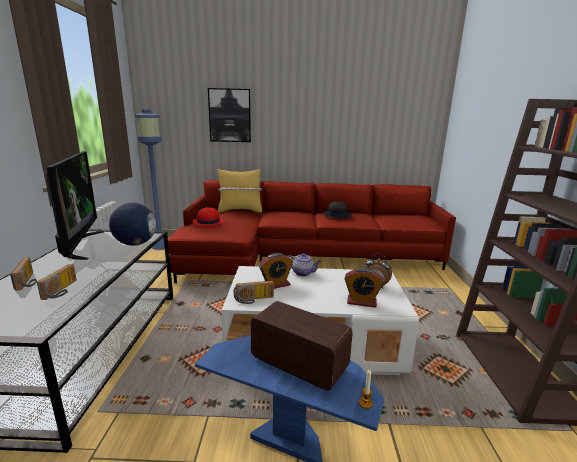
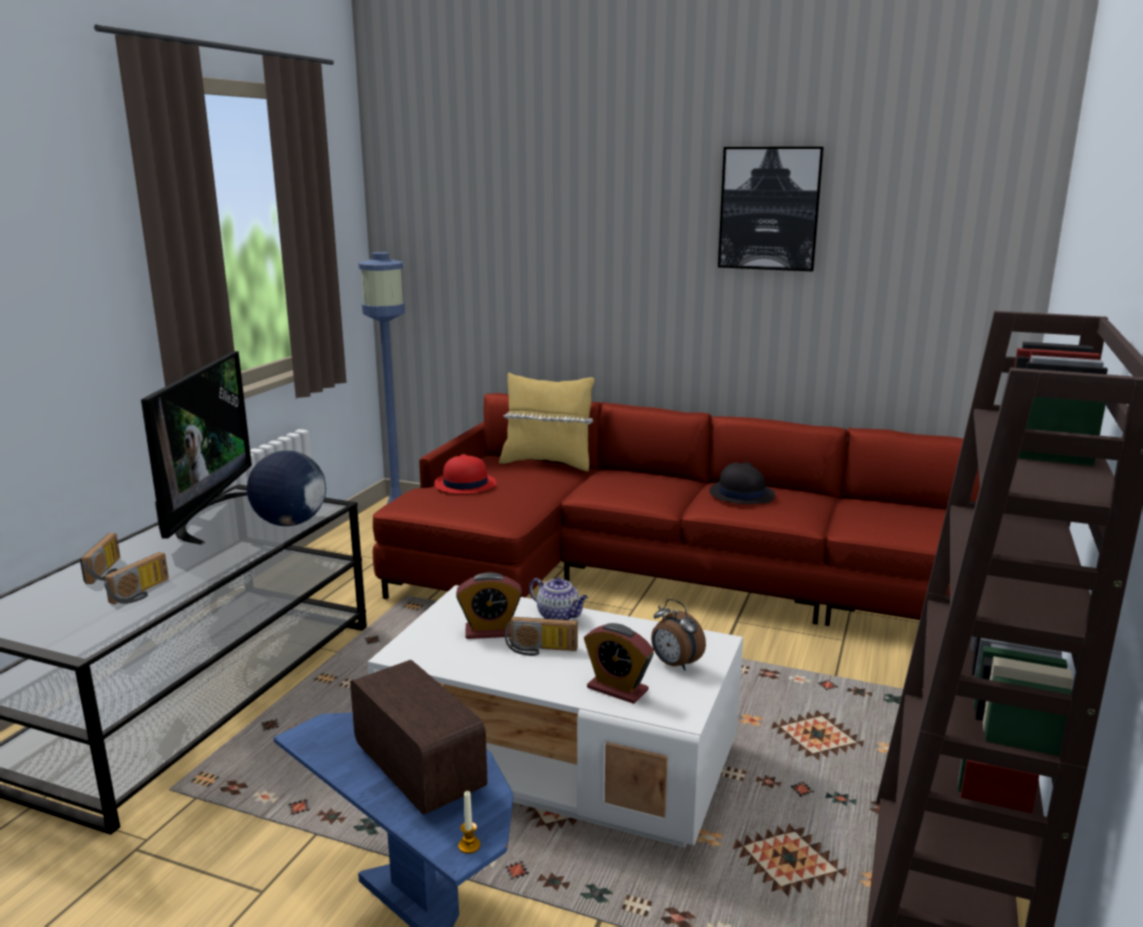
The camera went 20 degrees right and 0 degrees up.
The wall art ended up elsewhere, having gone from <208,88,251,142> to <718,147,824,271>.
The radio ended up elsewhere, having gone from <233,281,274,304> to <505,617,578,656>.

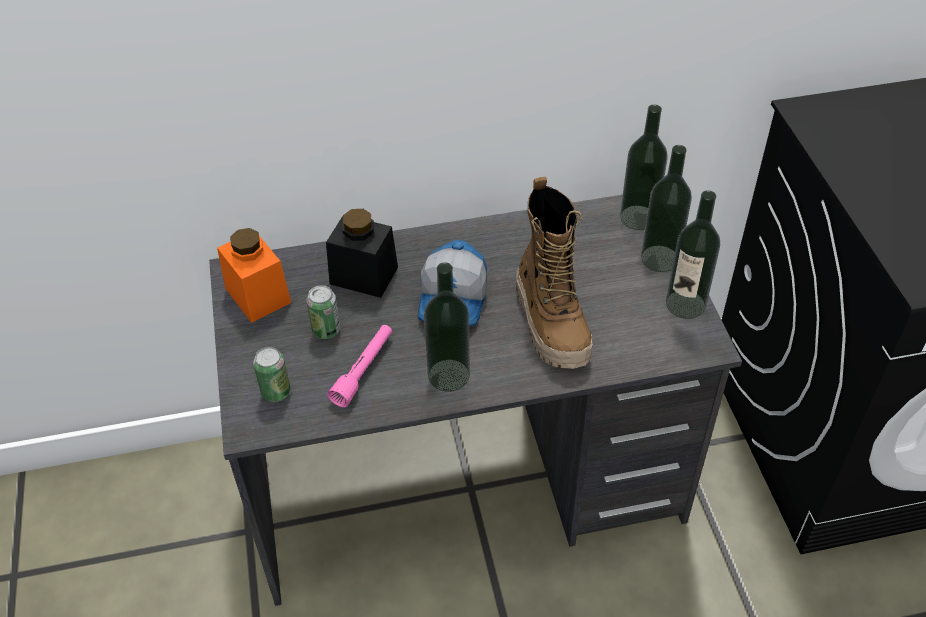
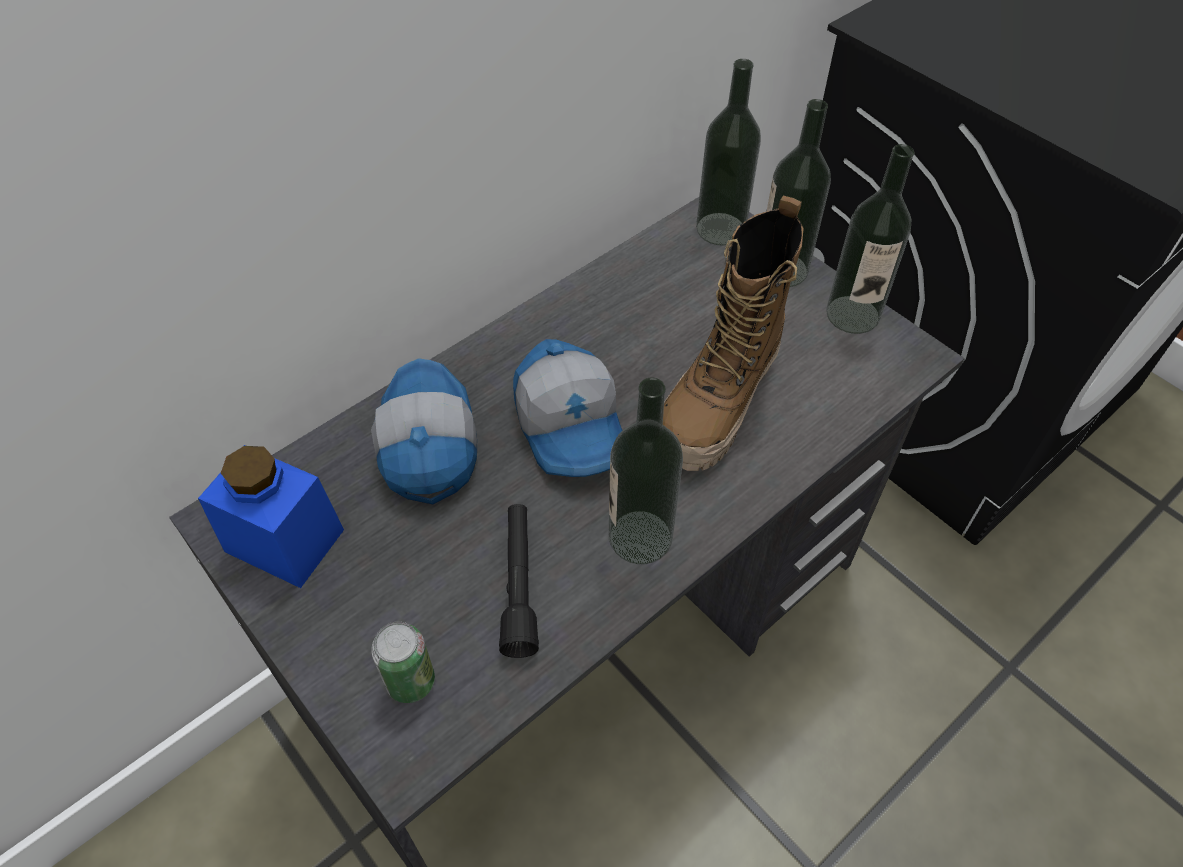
The camera went 30 degrees left and 5 degrees up.
The second view lost the can at <306,285,340,339>.
Where the black preserve jar stood at <326,209,398,298>, the cap came to stand at <371,358,477,504>.
What was the orange preserve jar at <217,228,291,323> turned into the blue preserve jar at <198,445,344,588>.
What was the pink torch at <327,325,392,407> turned into the black torch at <499,504,539,658>.
The tall boot at <516,177,593,369> ended up facing another way, 75 degrees clockwise from before.

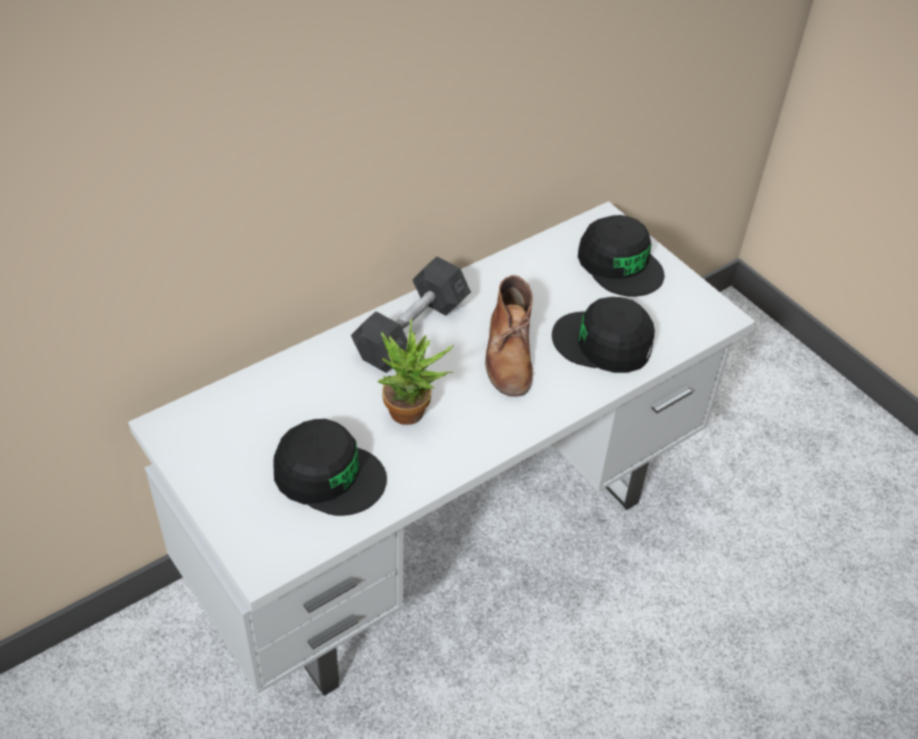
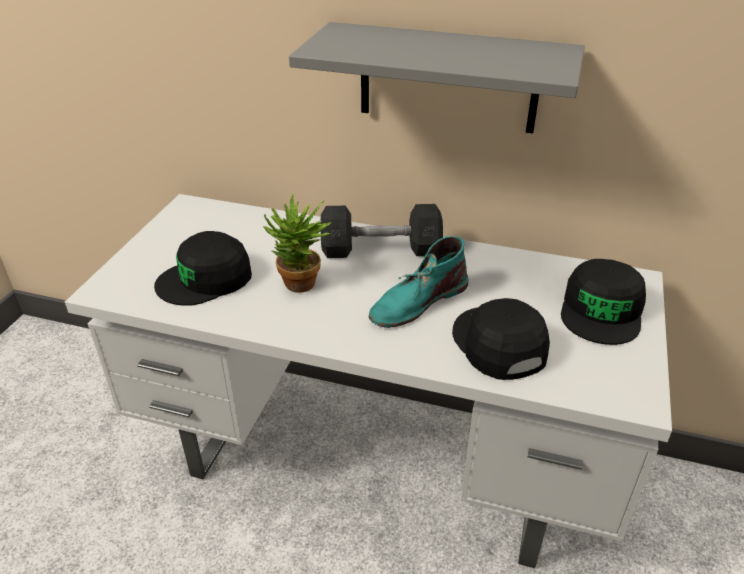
The camera went 55 degrees right and 10 degrees down.
The second view gained the greyish shelf at <289,22,585,133>.
What was the brown-coloured tall boot at <485,275,533,397> turned into the blue-green tall boot at <368,236,469,328>.
The black cap at <274,419,387,516> ended up facing another way, 75 degrees clockwise from before.

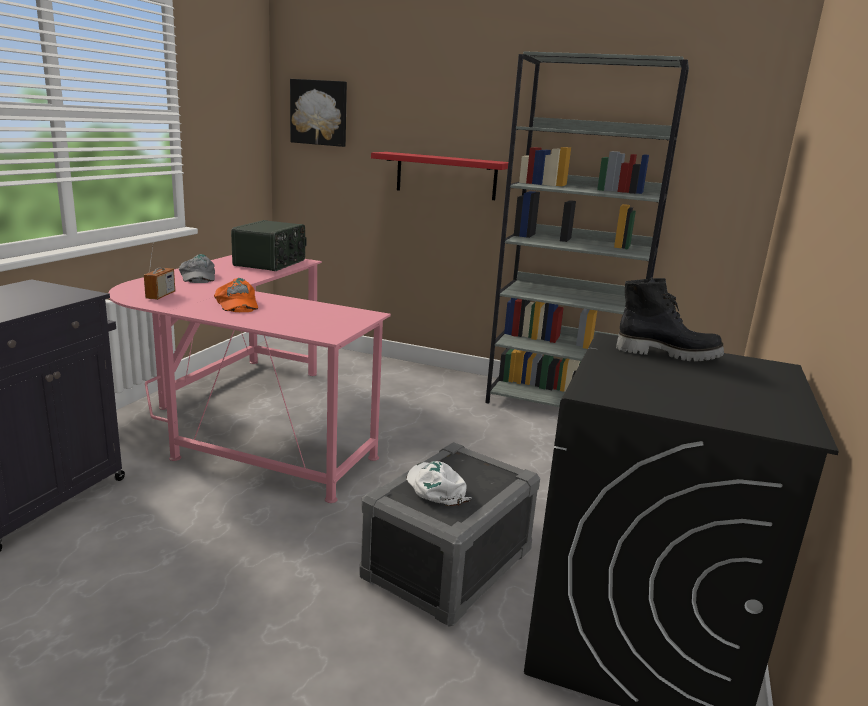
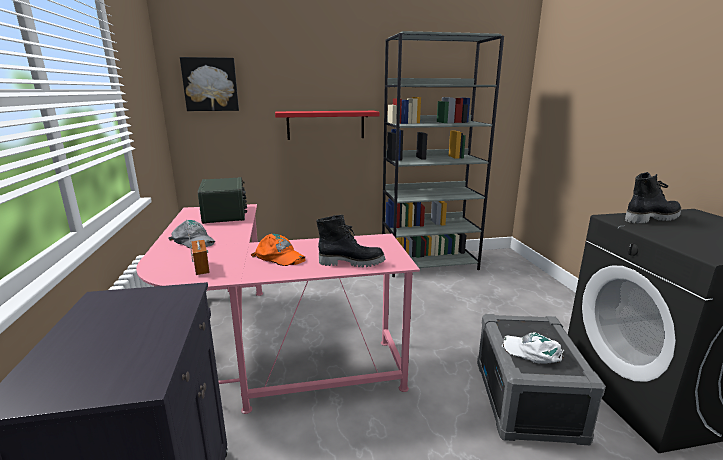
The camera went 30 degrees left and 0 degrees up.
The second view gained the black tall boot at <316,215,385,267>.

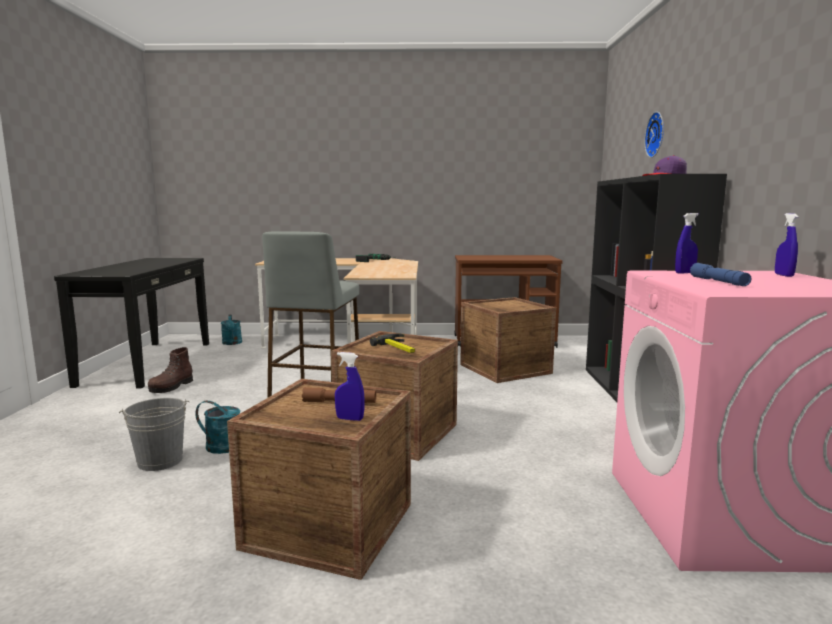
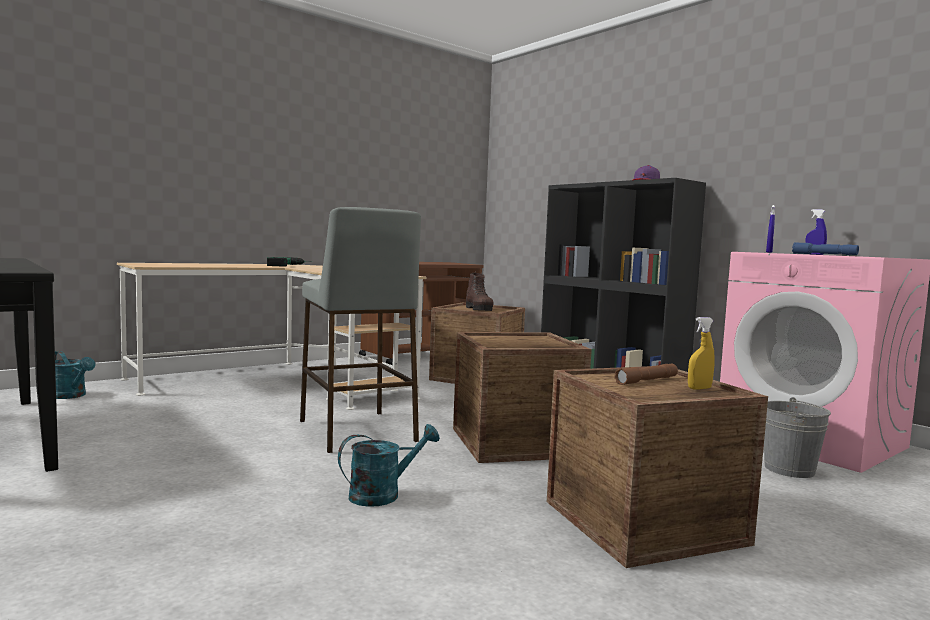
The camera went 40 degrees left and 5 degrees down.
The second view lost the hand hammer at <370,333,415,353>.
The second view lost the hanging clock at <644,112,664,158>.
The greyish pail ended up elsewhere, having gone from <119,398,190,471> to <764,397,831,478>.
The brown-coloured tall boot ended up elsewhere, having gone from <148,347,193,393> to <466,273,494,311>.
What was the blue sprayer at <335,352,365,421> turned into the yellowish sprayer at <688,317,715,390>.

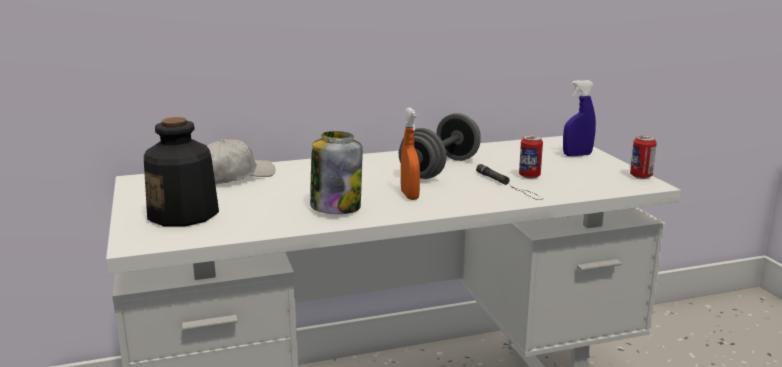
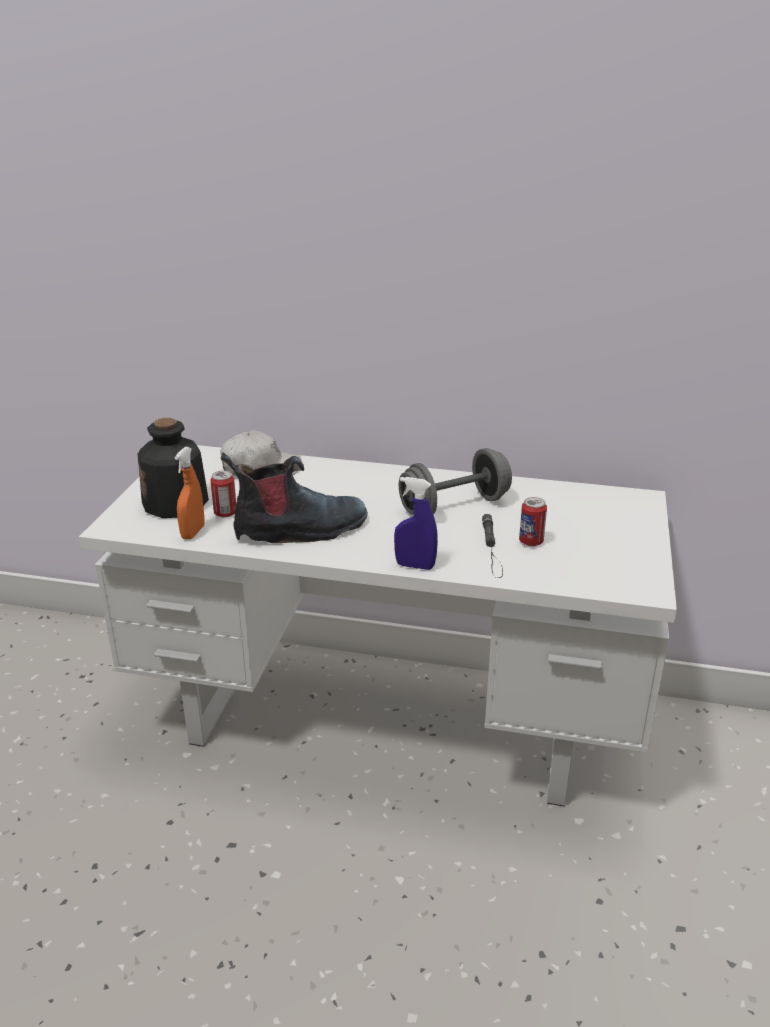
The camera went 30 degrees right and 10 degrees up.
The orange sprayer ended up elsewhere, having gone from <401,108,420,200> to <174,447,204,540>.
The blue sprayer ended up elsewhere, having gone from <563,80,596,156> to <394,477,438,570>.
The can ended up elsewhere, having gone from <630,135,657,179> to <210,471,236,517>.
Where the preserve jar stood at <310,131,362,214>, the tall boot came to stand at <221,452,368,543>.

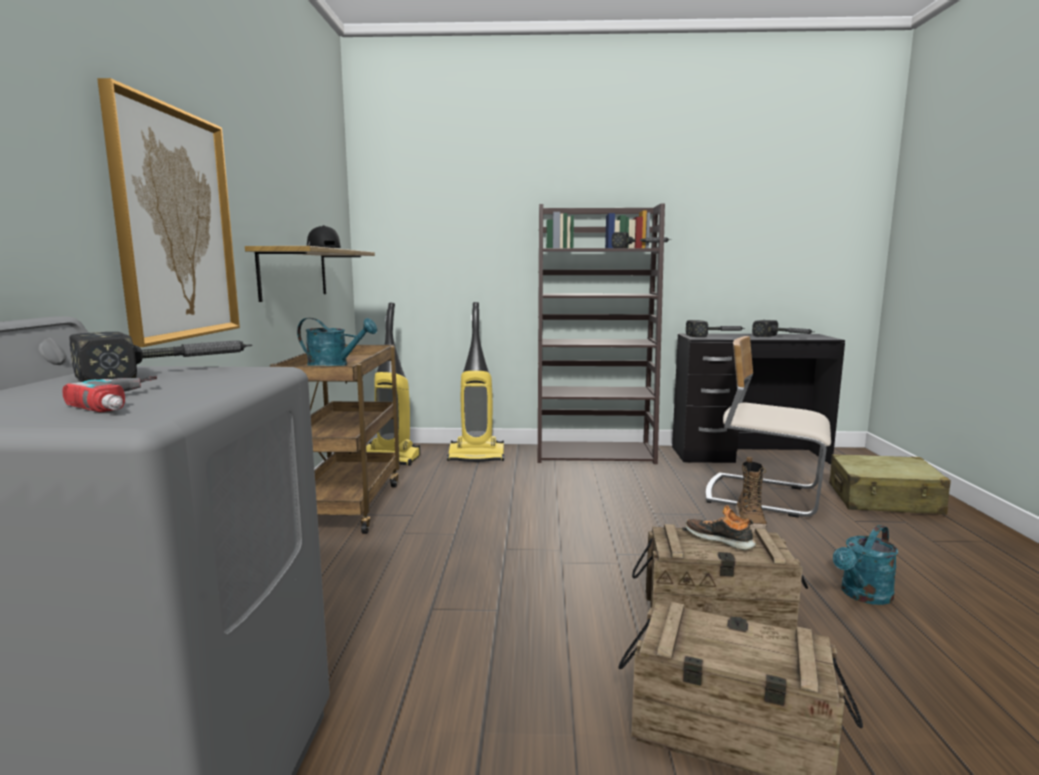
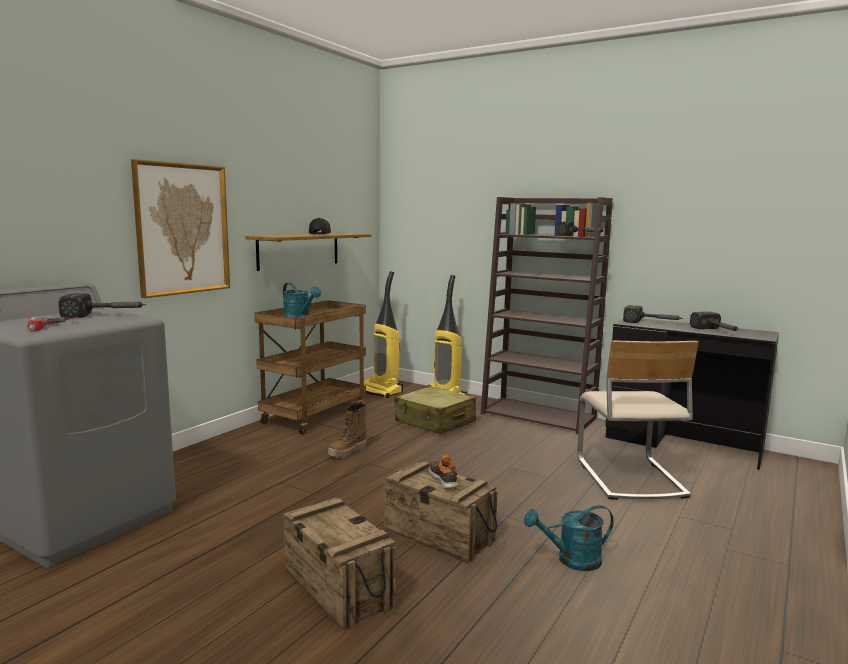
The camera went 30 degrees right and 0 degrees up.
The tall boot ended up elsewhere, having gone from <735,457,767,532> to <328,401,367,458>.
The sand-coloured suitcase ended up elsewhere, having gone from <829,454,951,515> to <395,386,476,434>.
The sand-coloured upright chair at <706,336,831,518> ended up facing another way, 150 degrees counterclockwise from before.

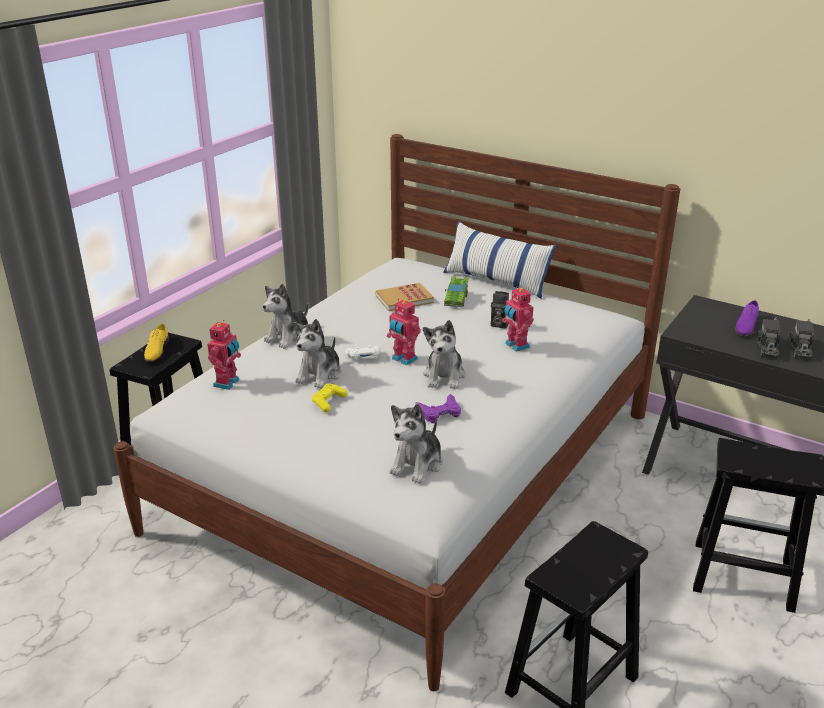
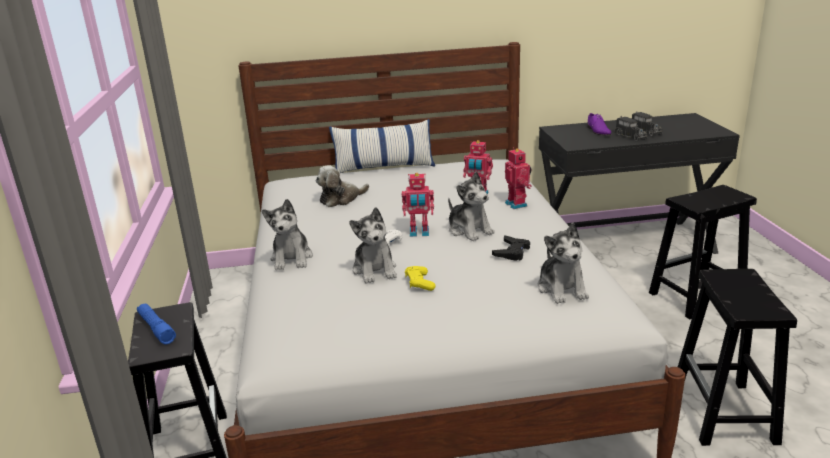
The camera went 40 degrees left and 5 degrees down.
The second view lost the greenish toy car at <444,276,469,307>.
The second view lost the photo camera at <491,291,509,329>.
The toy robot ended up elsewhere, having gone from <207,320,241,390> to <505,147,532,209>.
Where the yellowish shoe stood at <144,324,169,362>, the blue torch came to stand at <137,304,176,344>.
Where the book stood at <375,283,434,311>, the plush toy came to stand at <316,165,369,207>.
What was the purple joypad at <415,394,461,423> turned into the black joypad at <492,235,530,261>.

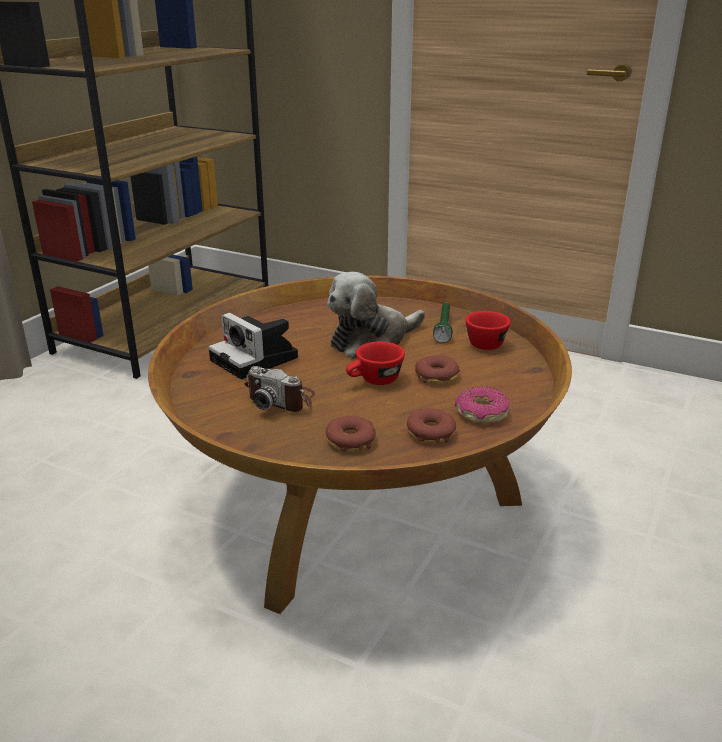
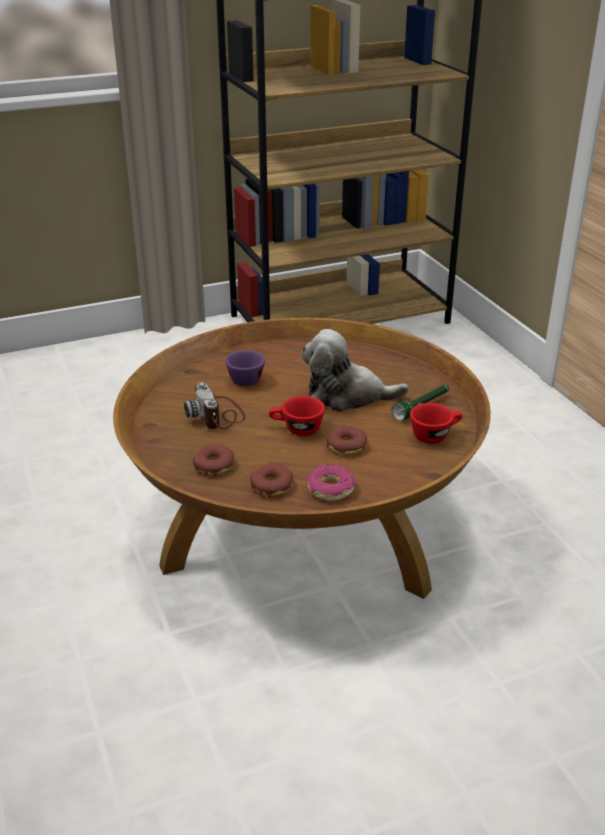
The camera went 40 degrees right and 5 degrees up.
Where the photo camera stood at <208,313,298,379>, the purple small cup came to stand at <225,350,265,386>.

